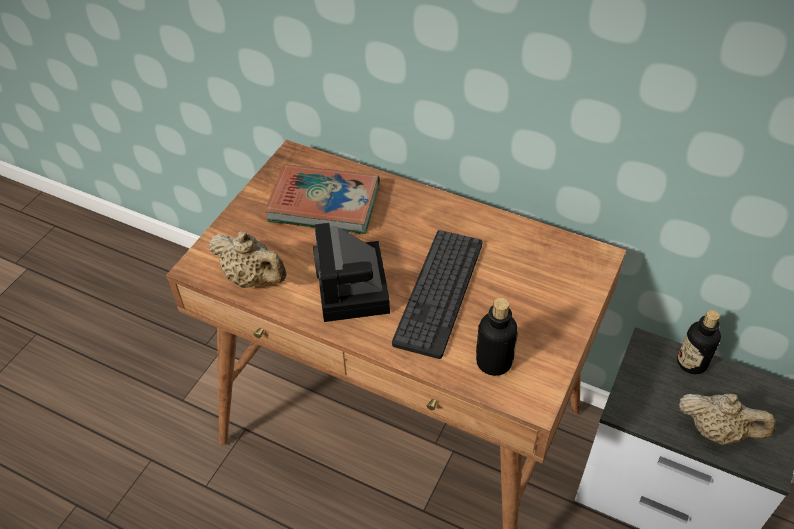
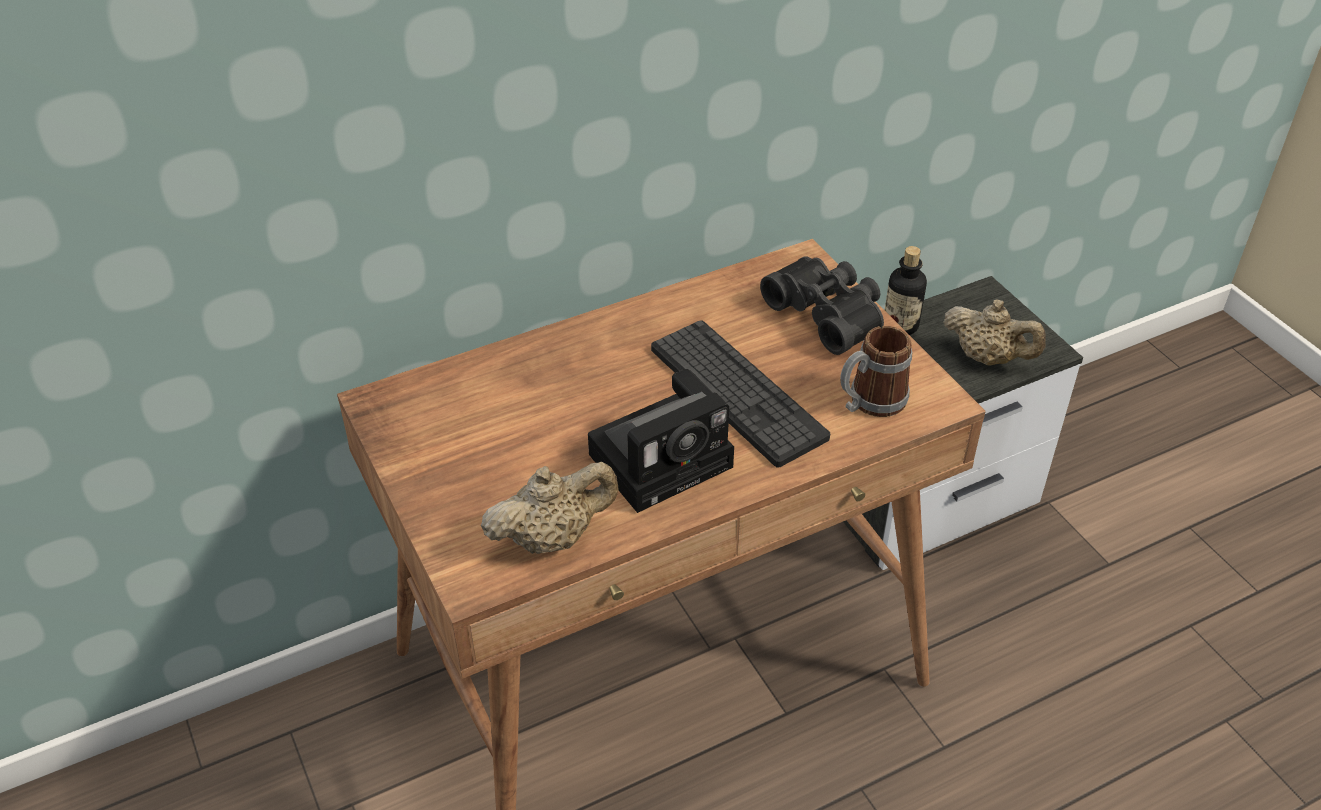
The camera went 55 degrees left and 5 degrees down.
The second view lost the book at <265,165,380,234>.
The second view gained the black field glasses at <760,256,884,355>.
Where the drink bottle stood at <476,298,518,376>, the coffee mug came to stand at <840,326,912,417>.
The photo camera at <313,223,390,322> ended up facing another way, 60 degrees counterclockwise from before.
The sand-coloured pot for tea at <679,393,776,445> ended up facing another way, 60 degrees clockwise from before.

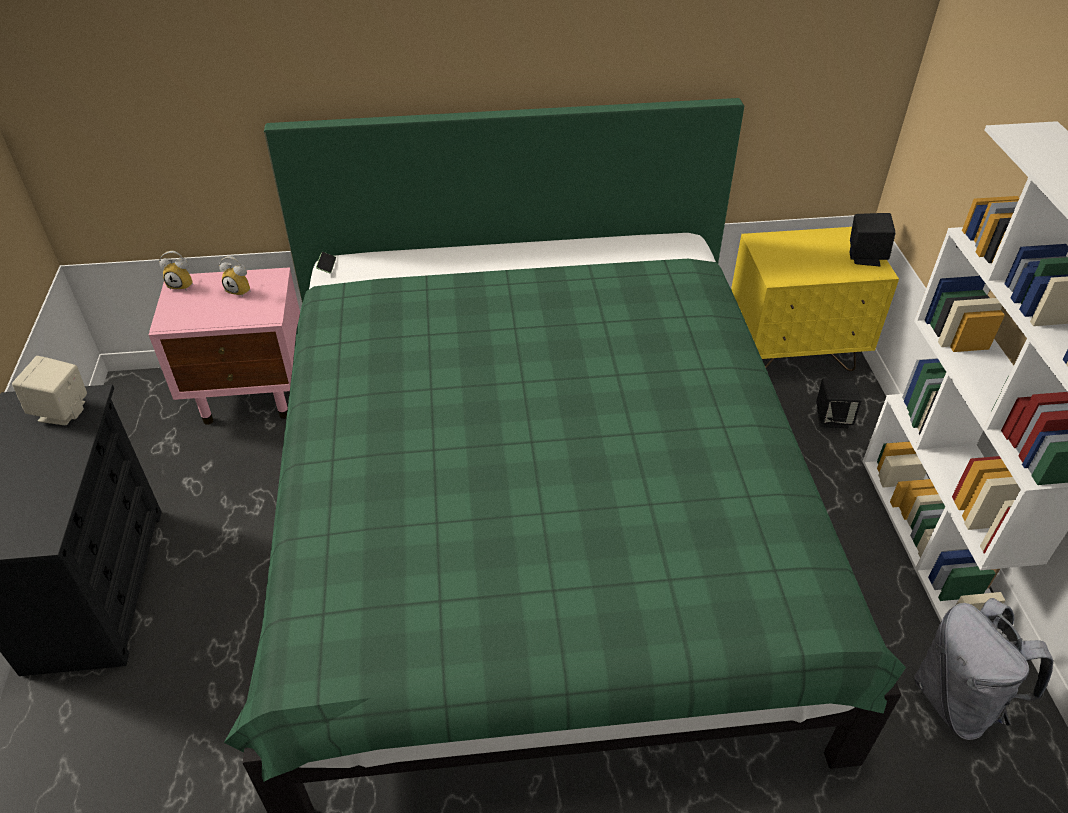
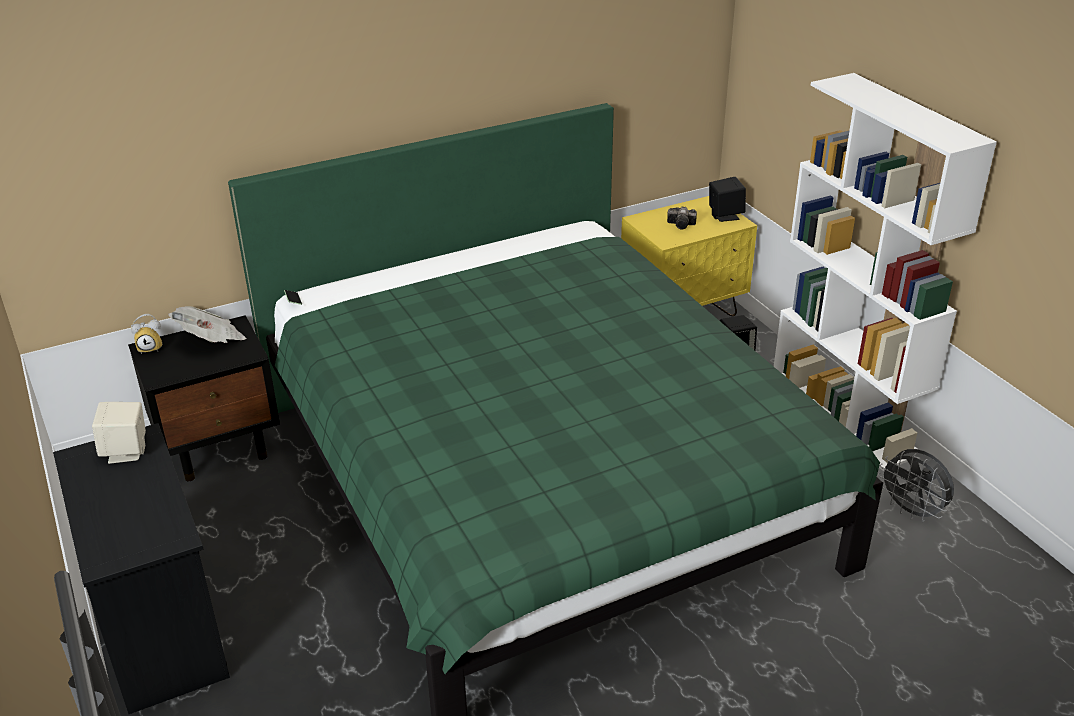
The camera went 20 degrees left and 10 degrees down.
The second view gained the photo camera at <667,206,697,230>.
Where the table clock stood at <219,256,251,297>, the printed paper came to stand at <168,306,246,343>.
Where the greyish knapsack stood at <914,598,1053,740>, the greyish fan came to stand at <878,449,954,522>.
What was the pink nightstand at <149,267,300,425> turned into the black nightstand at <128,315,280,481>.

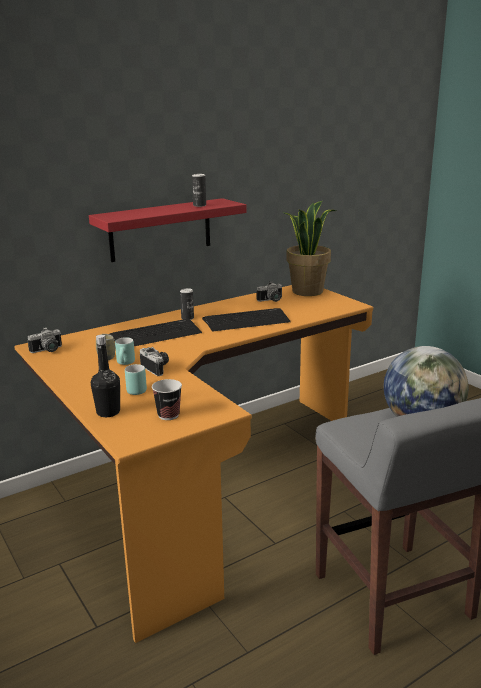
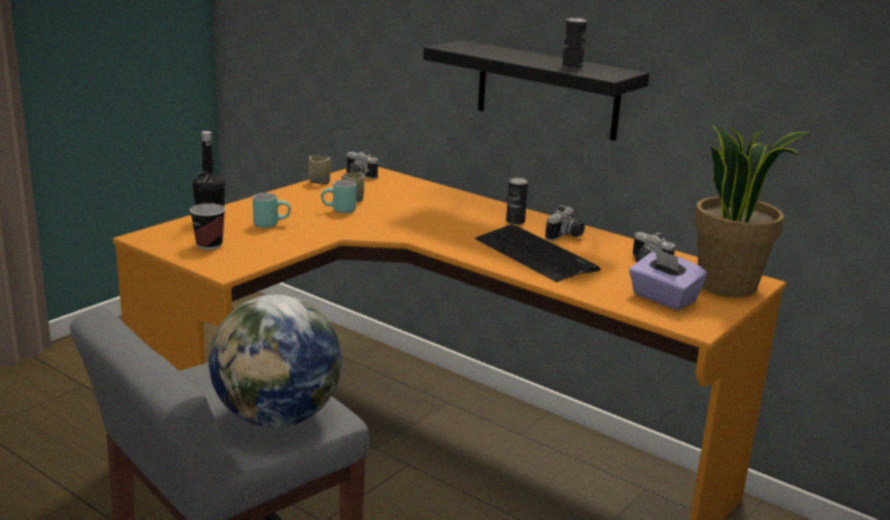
The camera went 70 degrees right and 0 degrees up.
The second view lost the keyboard at <109,319,202,346>.
The second view gained the small cup at <309,155,331,184>.
The second view gained the purple tissue holder at <629,248,707,310>.
The photo camera ended up elsewhere, having gone from <140,347,169,376> to <545,205,585,241>.
What was the reddish shelf at <89,198,247,262> turned into the black shelf at <423,40,649,141>.

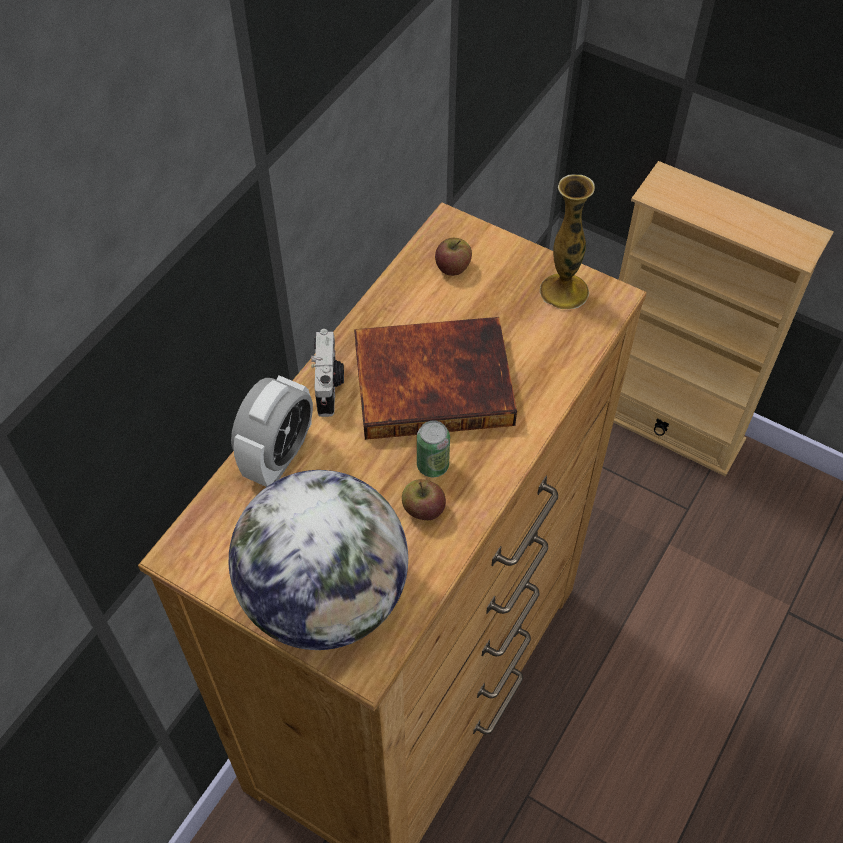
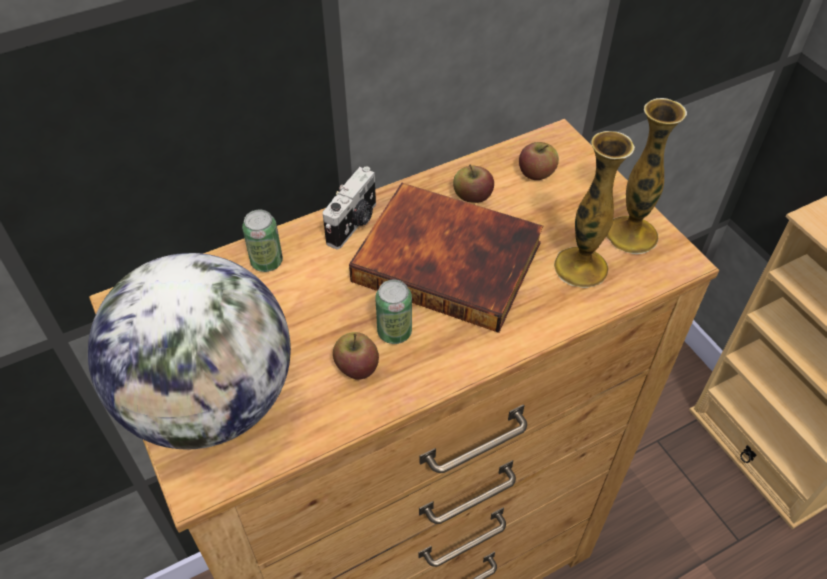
The camera went 30 degrees right and 5 degrees down.
The second view gained the apple fruit at <453,164,494,203>.
The second view gained the flower vase at <554,131,635,288>.
Where the table clock stood at <231,375,313,487>, the can came to stand at <242,210,283,272>.

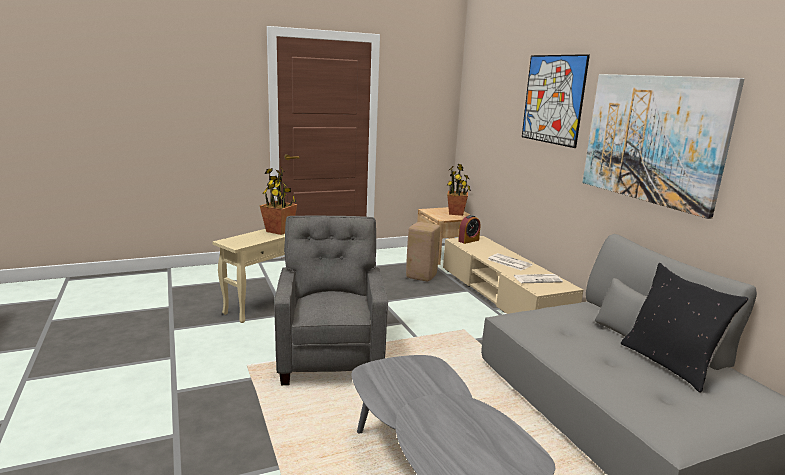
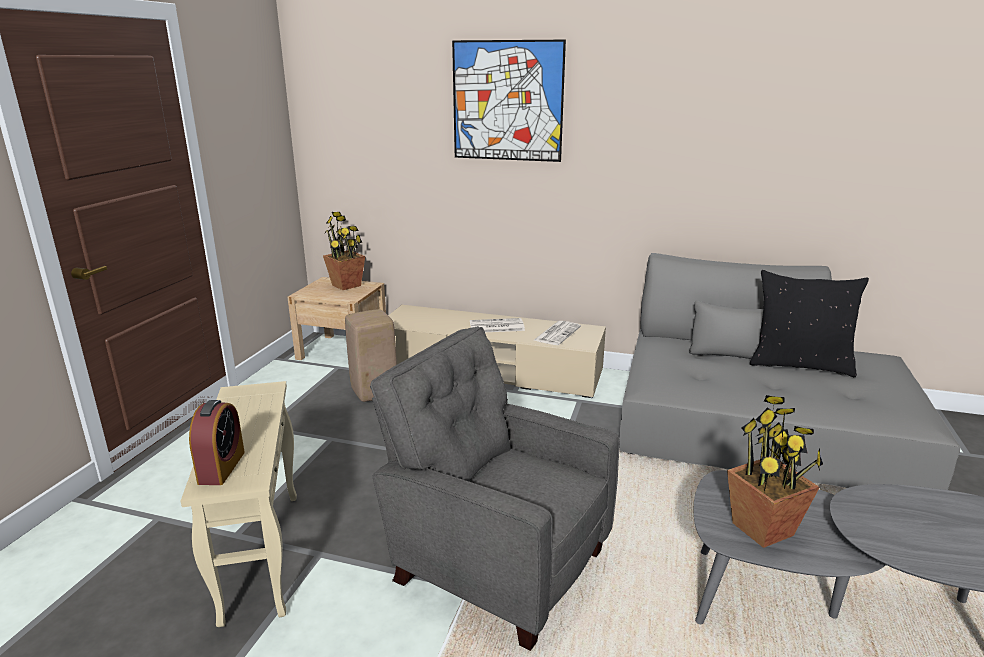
The camera went 50 degrees left and 5 degrees up.
The second view lost the wall art at <582,74,745,219>.
The plant in a pot ended up elsewhere, having gone from <260,168,297,235> to <727,395,823,548>.
The table clock ended up elsewhere, having gone from <458,215,481,244> to <189,400,245,485>.

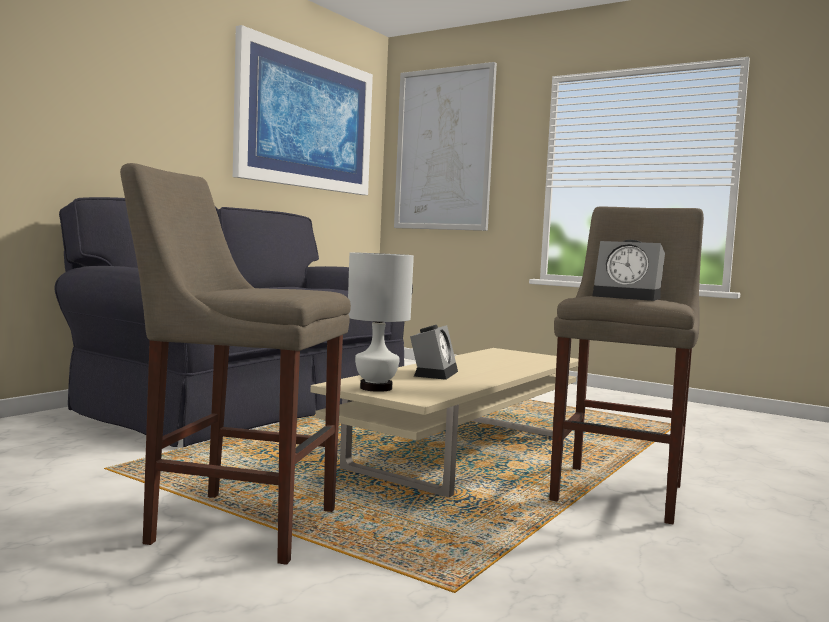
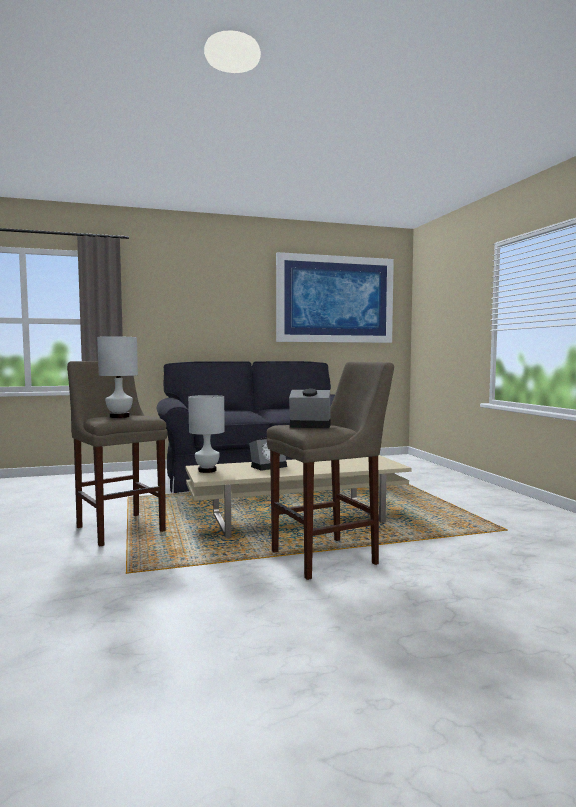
The camera went 40 degrees right and 0 degrees up.
The second view lost the wall art at <394,62,497,231>.
The second view gained the white-coloured lamp for a table at <97,336,138,418>.
The table clock at <593,240,665,301> ended up facing another way, 120 degrees clockwise from before.

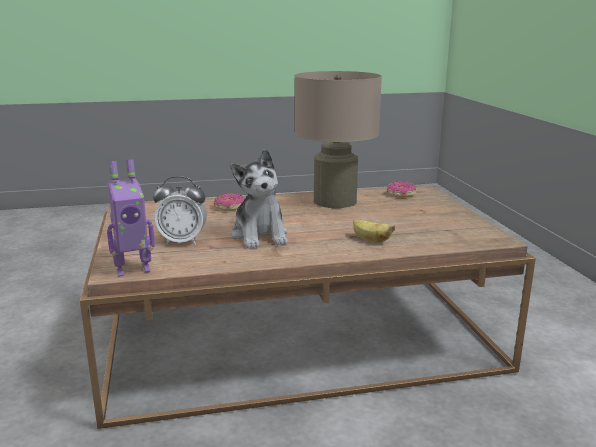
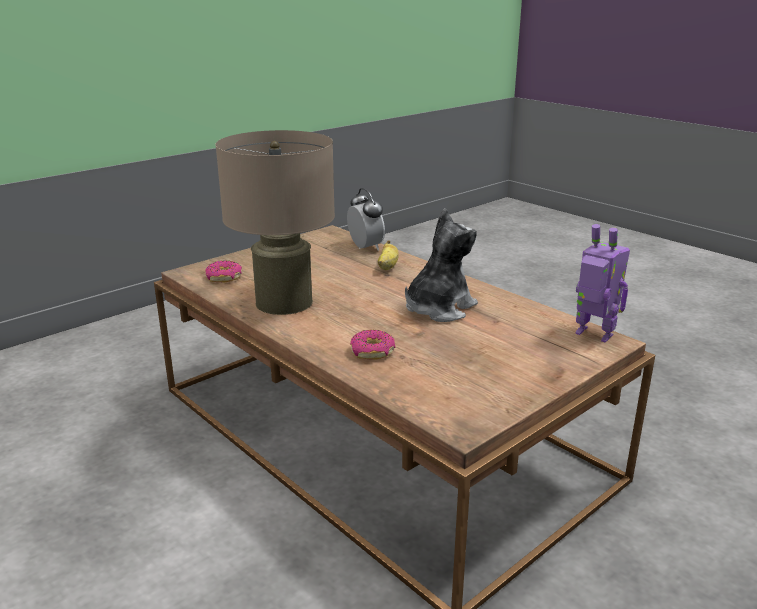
The camera went 120 degrees left and 5 degrees up.
The table clock ended up elsewhere, having gone from <153,176,207,245> to <347,188,385,251>.

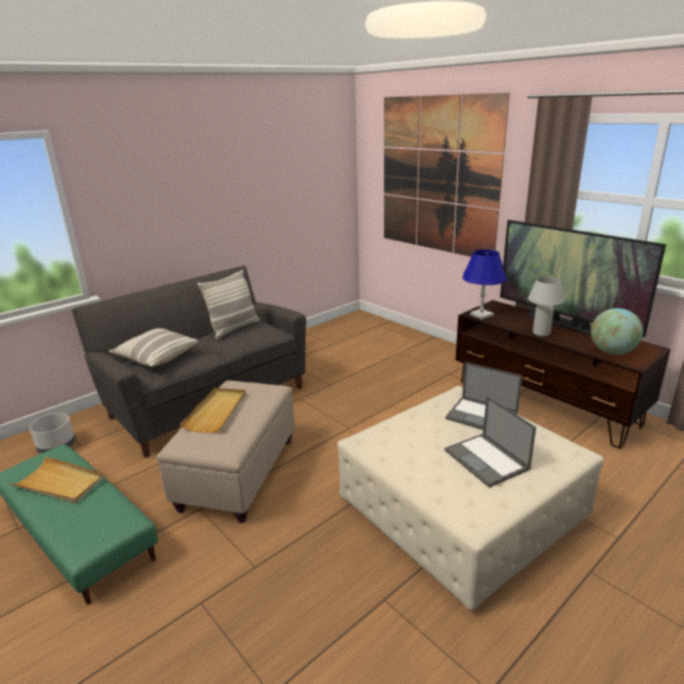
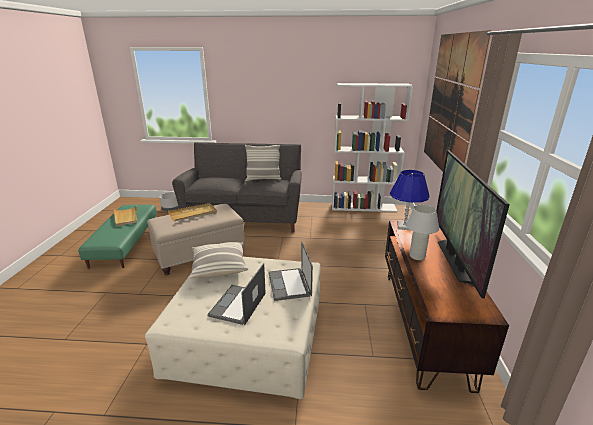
The camera went 45 degrees right and 0 degrees up.
The second view lost the globe at <591,308,643,355>.
The second view gained the white-coloured bookshelf at <332,83,413,212>.
The pillow ended up elsewhere, having gone from <109,328,199,367> to <189,242,248,278>.

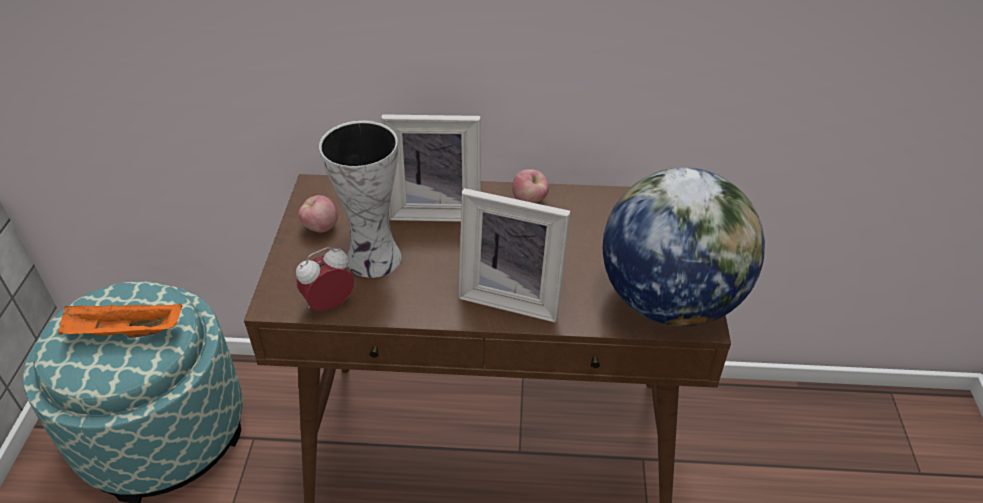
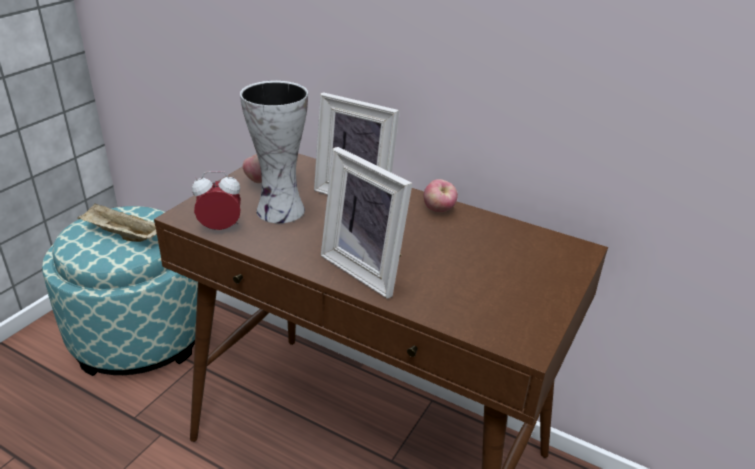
The camera went 25 degrees right and 10 degrees down.
The second view lost the globe at <603,168,765,327>.
What was the orange carrying tray at <58,304,182,338> turned into the sand-coloured carrying tray at <78,203,157,242>.

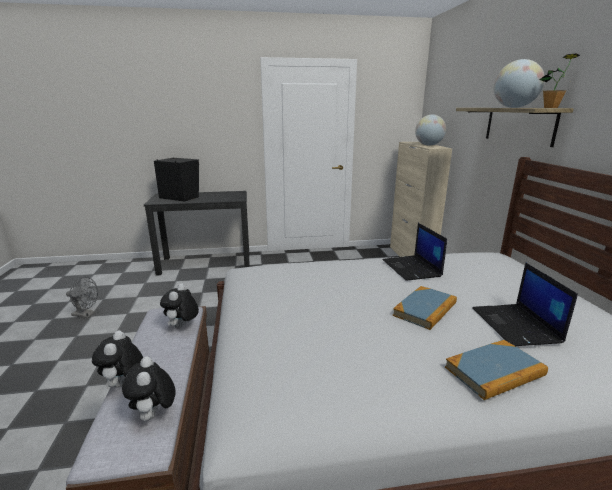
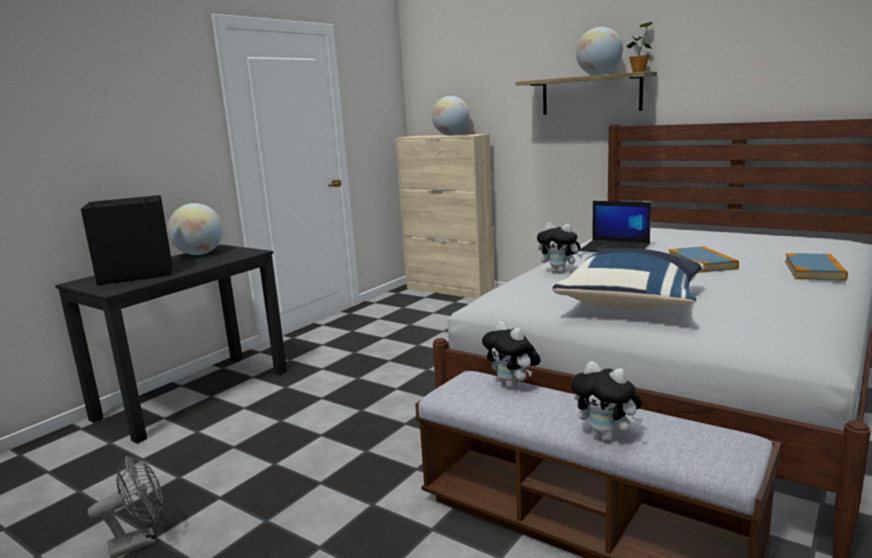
The camera went 45 degrees left and 5 degrees down.
The second view lost the laptop at <472,262,578,346>.
The second view gained the globe at <168,203,223,255>.
The second view gained the blue pillow at <552,248,704,310>.
The plush toy ended up elsewhere, having gone from <122,356,176,422> to <537,223,583,273>.

